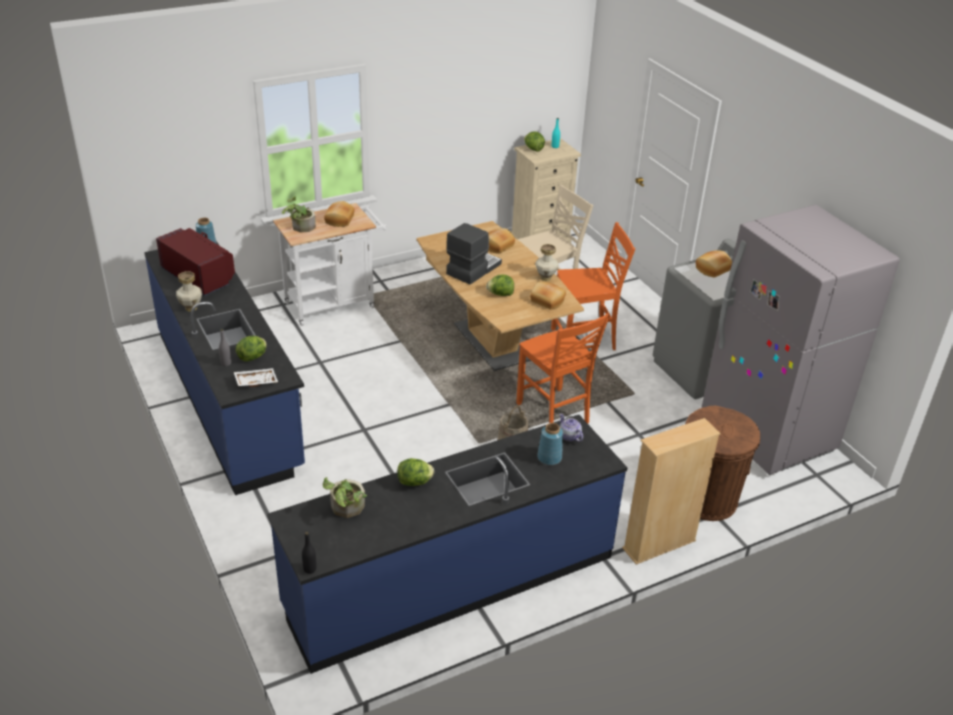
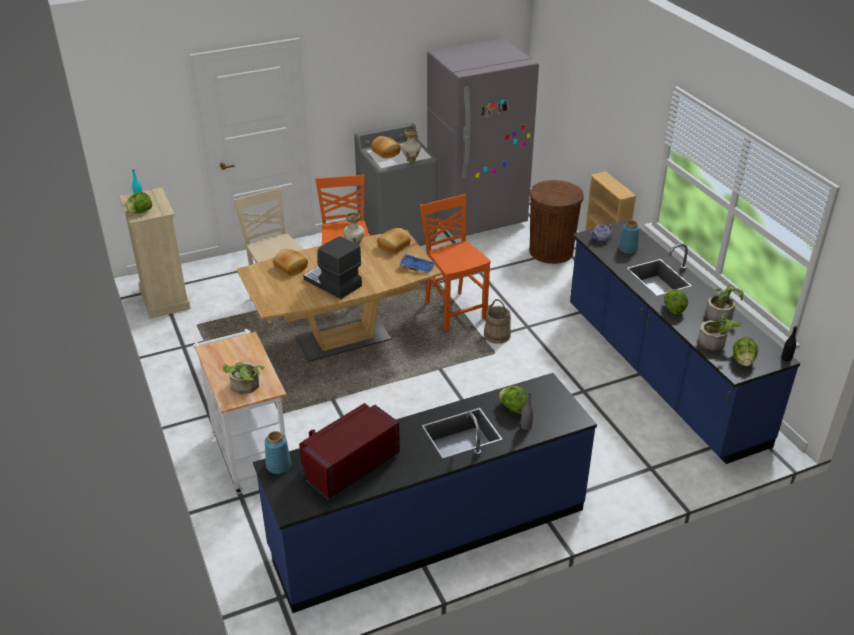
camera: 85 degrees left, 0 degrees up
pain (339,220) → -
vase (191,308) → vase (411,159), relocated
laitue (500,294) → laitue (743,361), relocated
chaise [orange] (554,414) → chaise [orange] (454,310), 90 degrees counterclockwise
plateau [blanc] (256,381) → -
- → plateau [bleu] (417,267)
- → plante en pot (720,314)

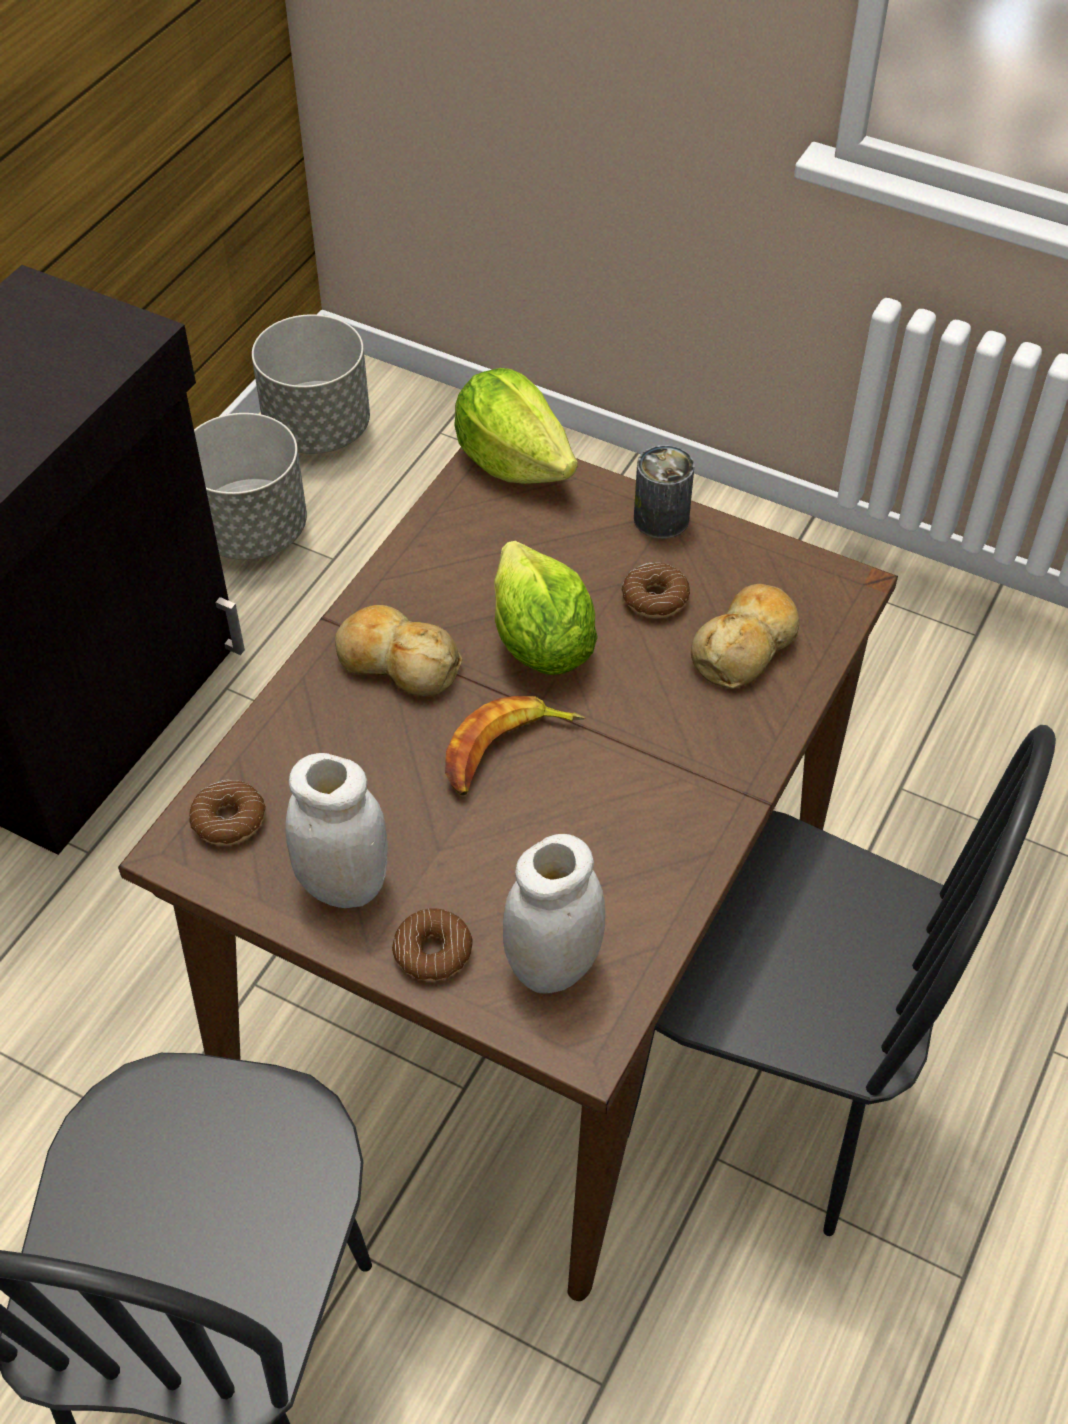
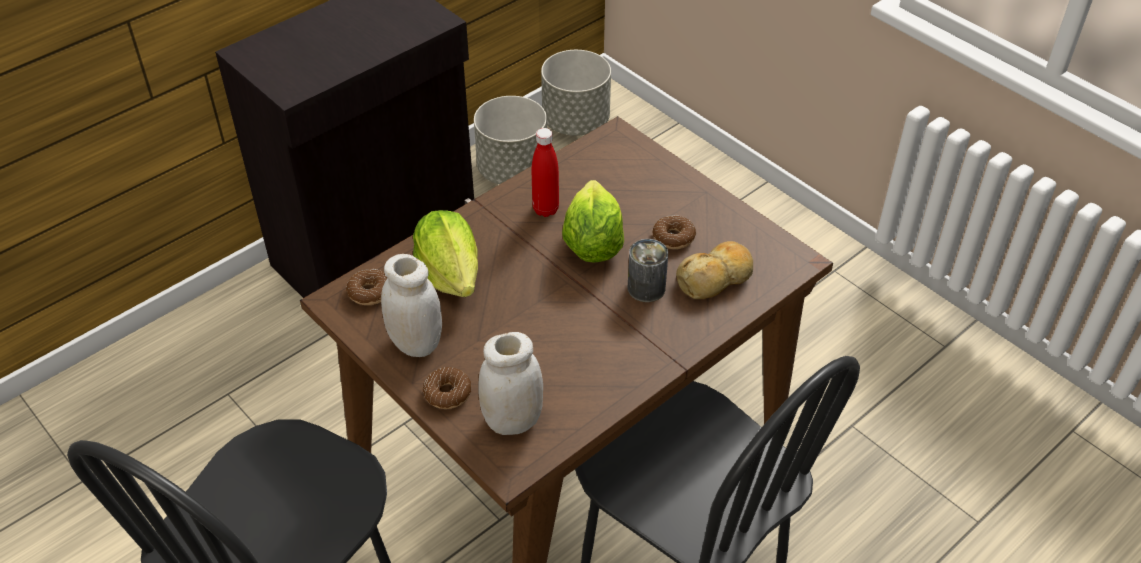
camera: 20 degrees right, 5 degrees down
laitue (513,461) → laitue (450,274), relocated
boîte métallique (661,518) → boîte métallique (646,288), relocated
pain (397,662) → -
banane (506,751) → -
- → bouteille [rouge] (545,209)

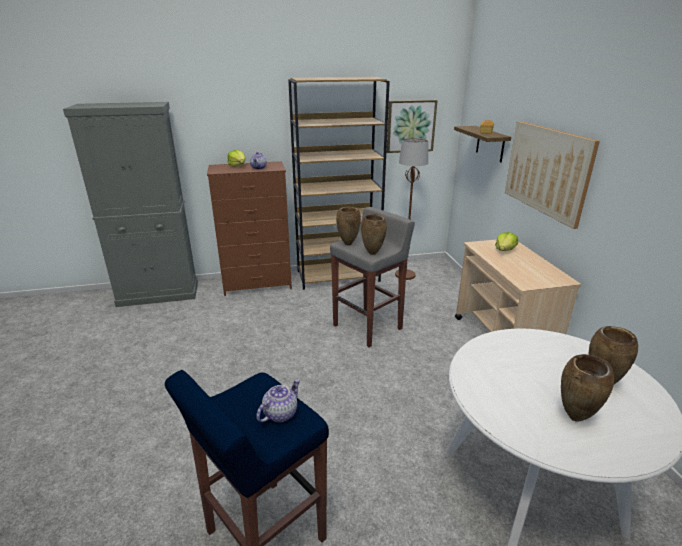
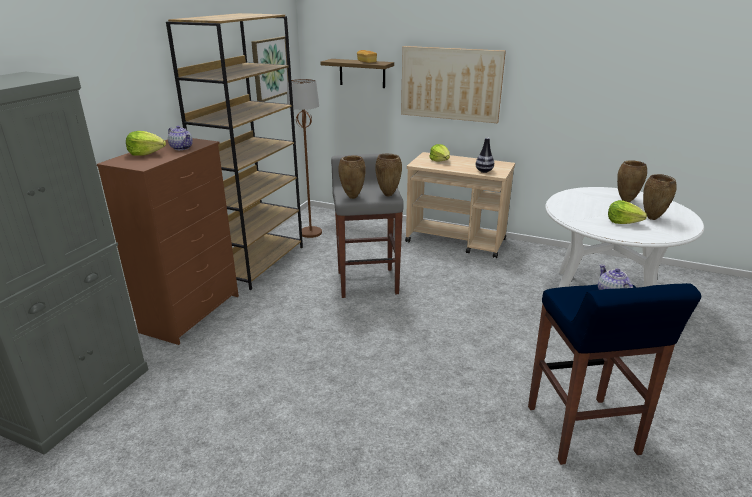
camera: 55 degrees left, 0 degrees up
- → vase (484,171)
- → laitue (623,222)

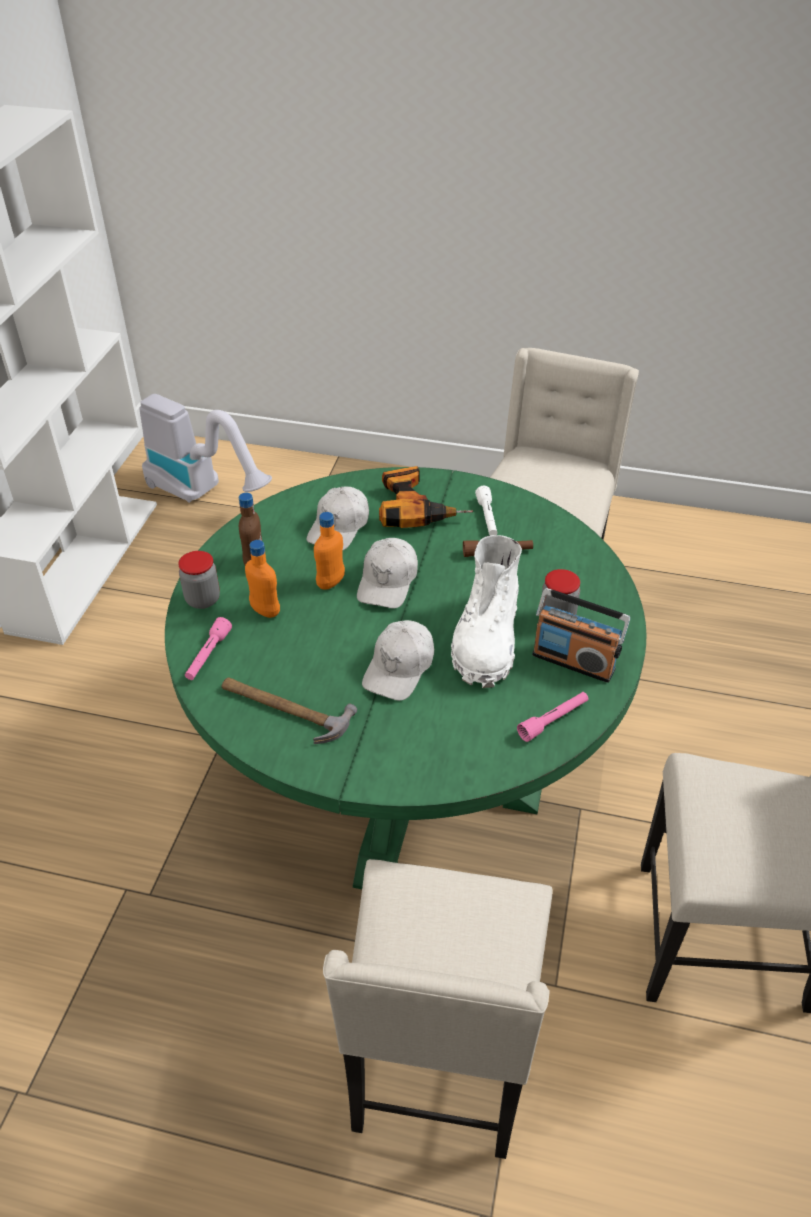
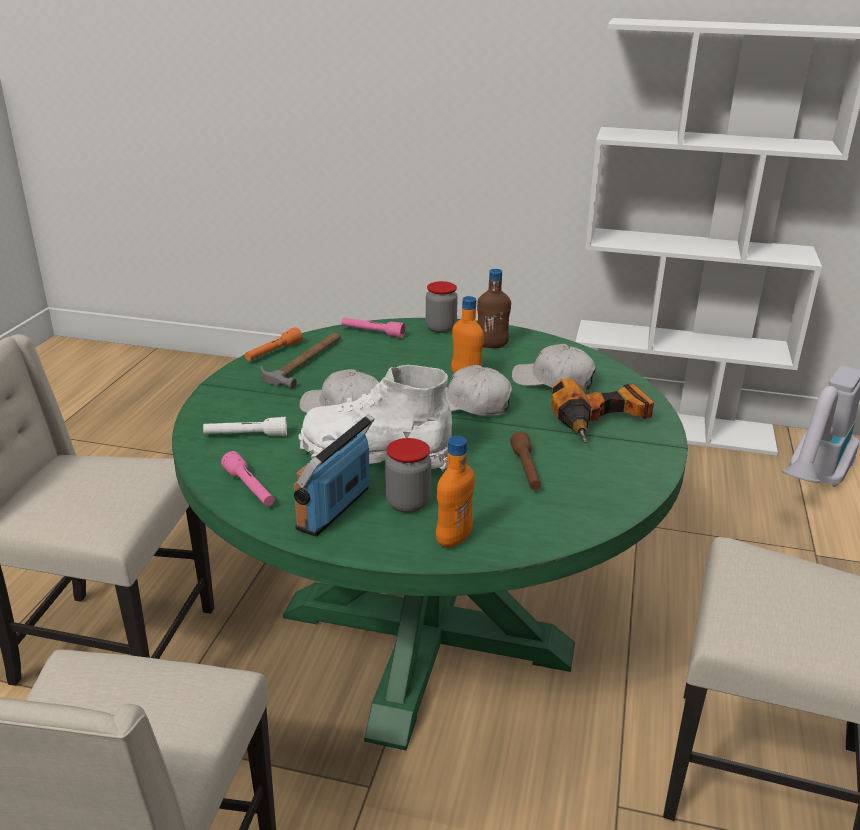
camera: 90 degrees right, 15 degrees down
lampe de poche [blanc] (487,518) → lampe de poche [blanc] (246,435), relocated
bouteille [orange] (265,611) → bouteille [orange] (453,539), relocated
- → lampe de poche [orange] (273,352)

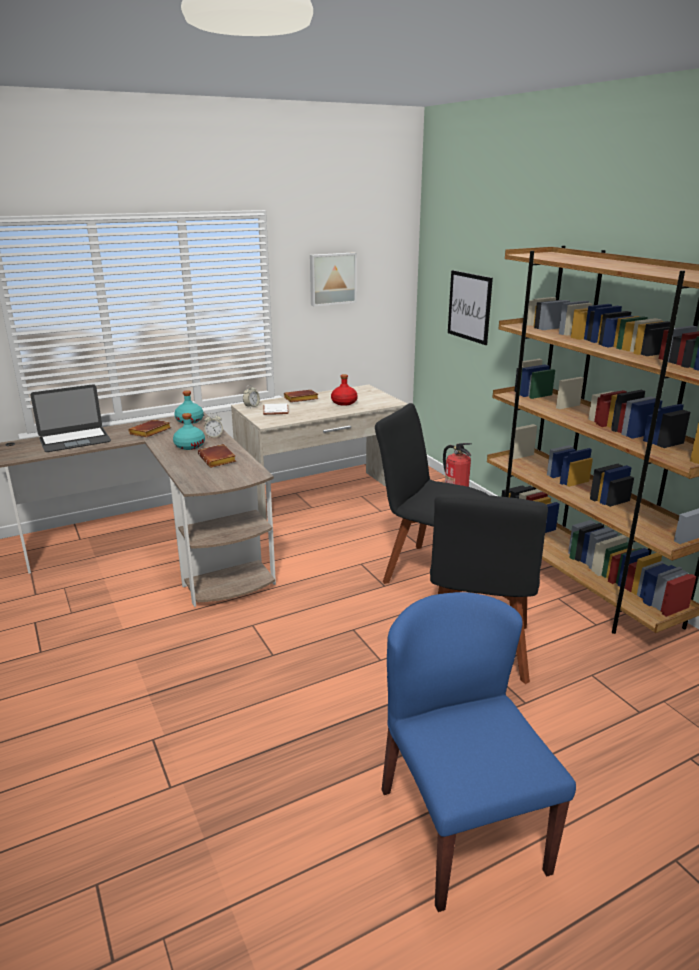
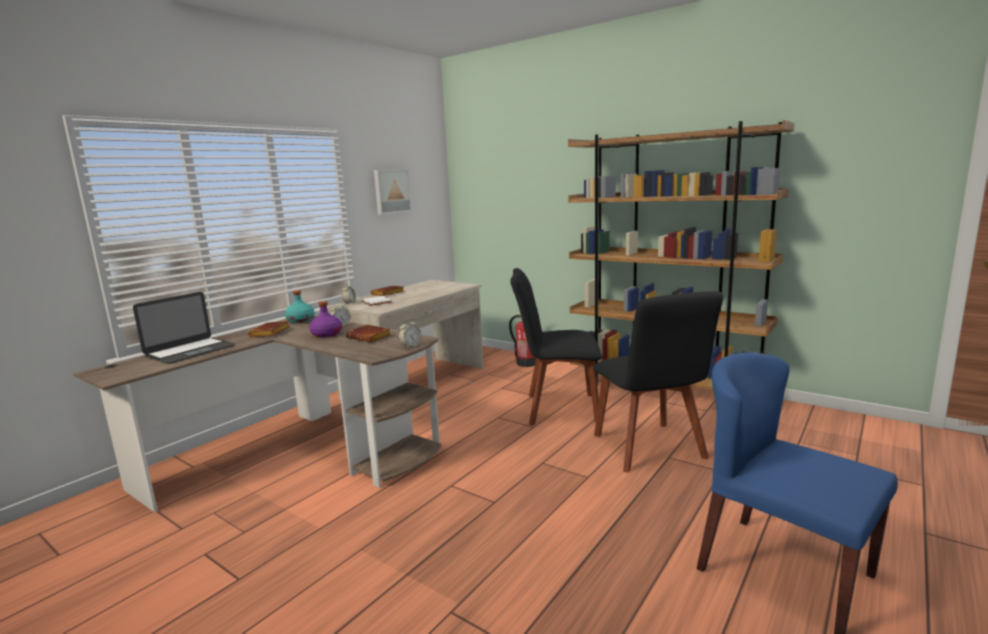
camera: 25 degrees left, 10 degrees down
tableau (469,306) → -
bouteille [rouge] (344,402) → -
bouteille [turquoise] (189,446) → bouteille [violet] (326,334)
- → réveil (411,346)

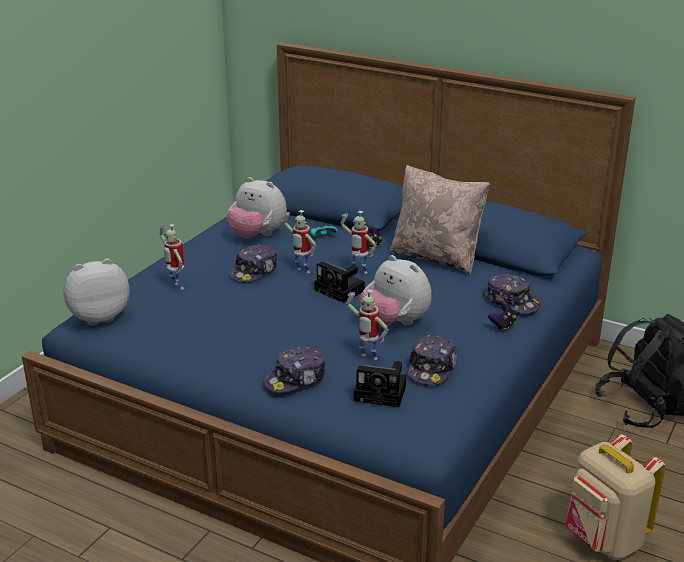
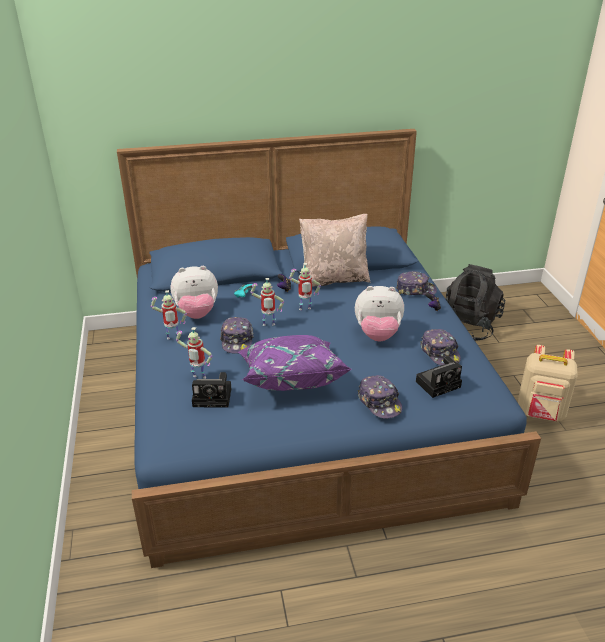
camera: 40 degrees left, 5 degrees up
peluche (99,316) → -
appareil photo (341,291) → appareil photo (214,397), relocated
robot jouet (367,358) → robot jouet (173,339), relocated
casquette (295,379) → casquette (379,402), 45 degrees counterclockwise
- → coussin [violet] (291,377)

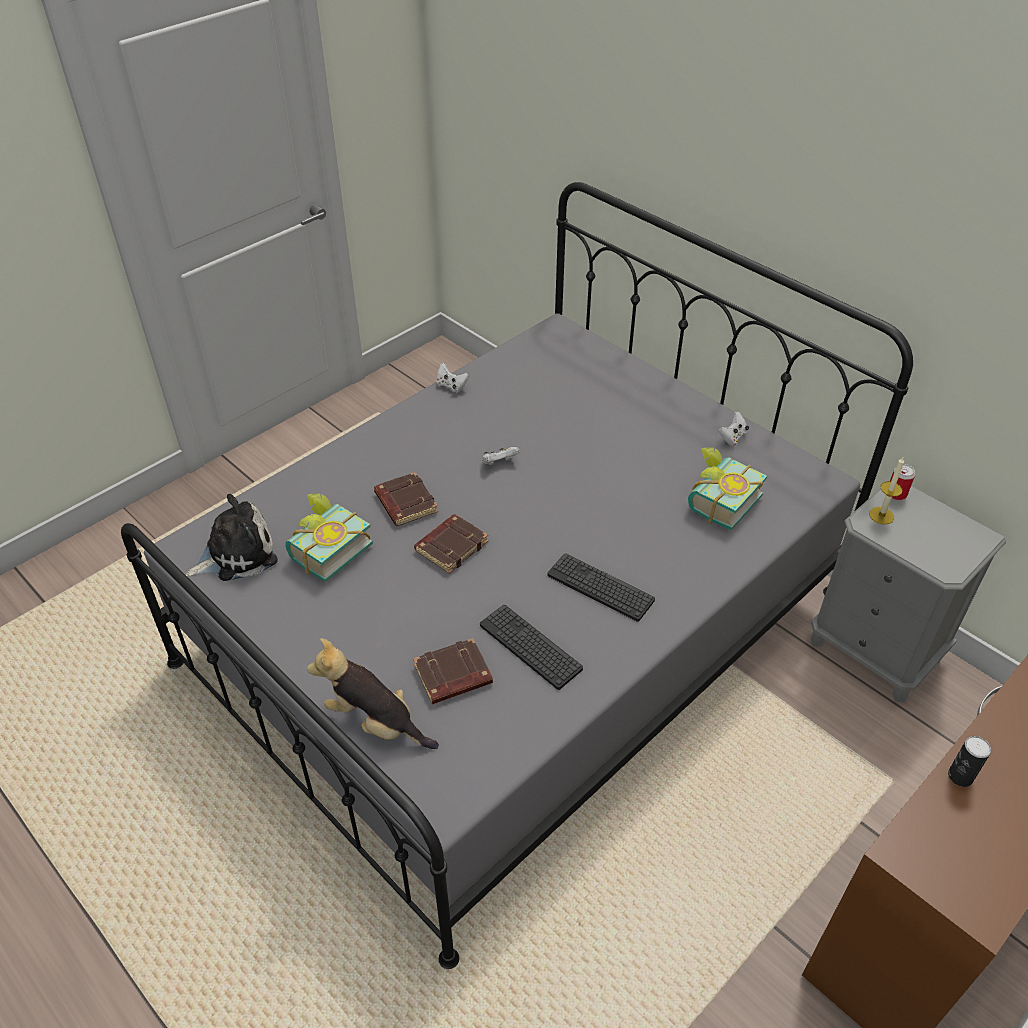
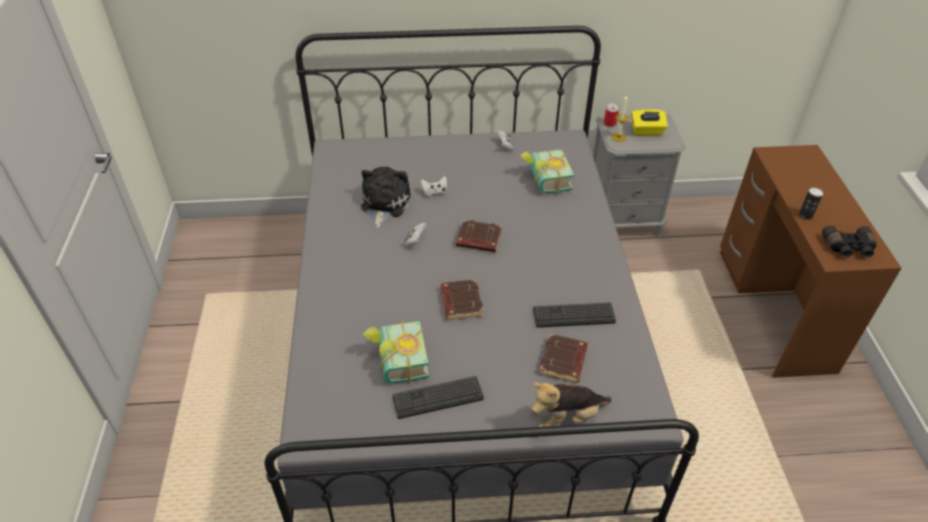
camera: 50 degrees left, 0 degrees up
manette [blanc] (451,386) → manette [blanc] (434,192), relocated
livre [marron] (405,503) → livre [marron] (478,239), relocated
peluche (236,554) → peluche (384,204), relocated
clavier (600,587) → clavier (438,398), relocated
- → boîte à mouchoirs [jaune] (646,131)
- → jumelles [noir] (848,248)

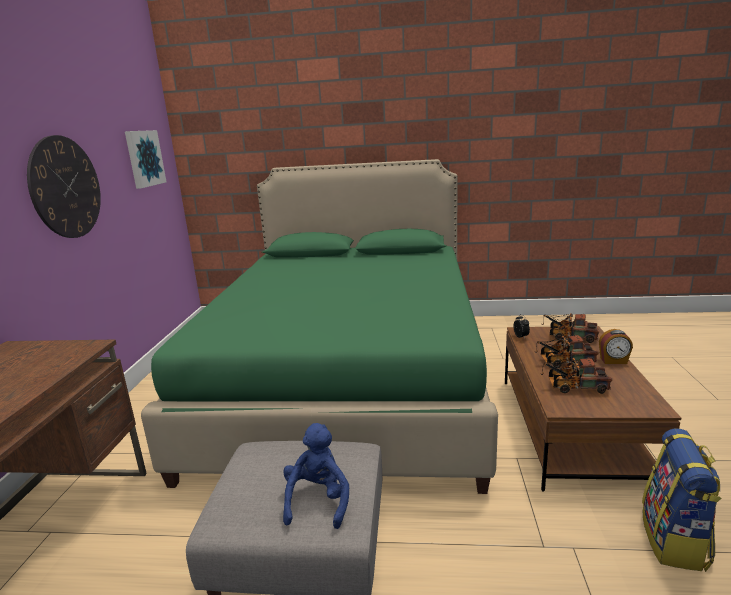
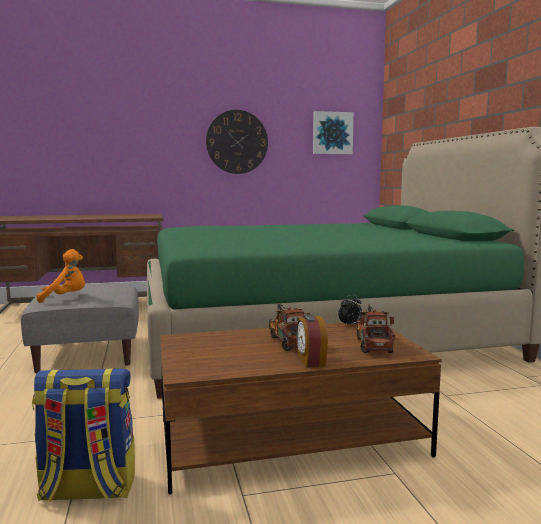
camera: 70 degrees right, 10 degrees down
camion jouet (573,387) → -
peluche [bleu] (318,501) → peluche [orange] (65,298)

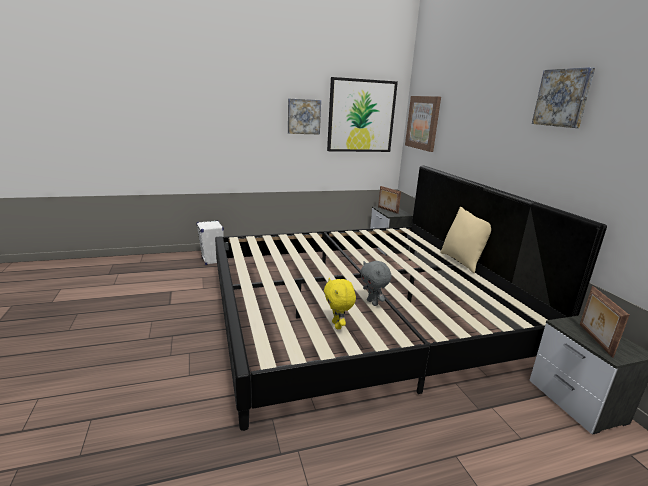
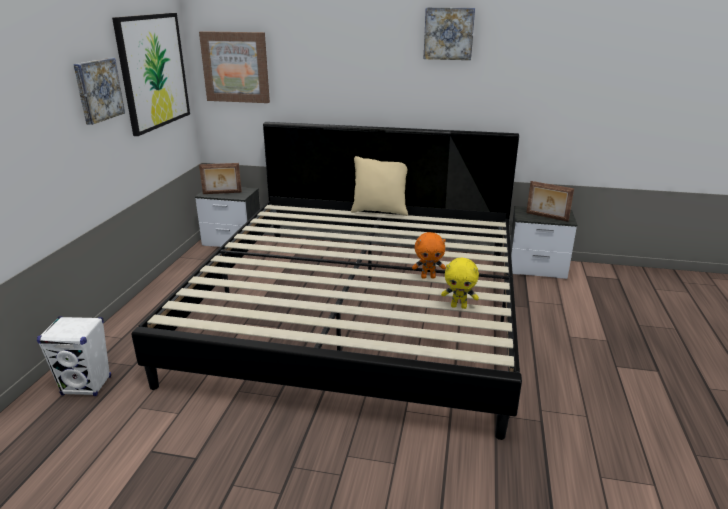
camera: 60 degrees left, 5 degrees up
peluche [gris] (373,303) → peluche [orange] (428,277)

